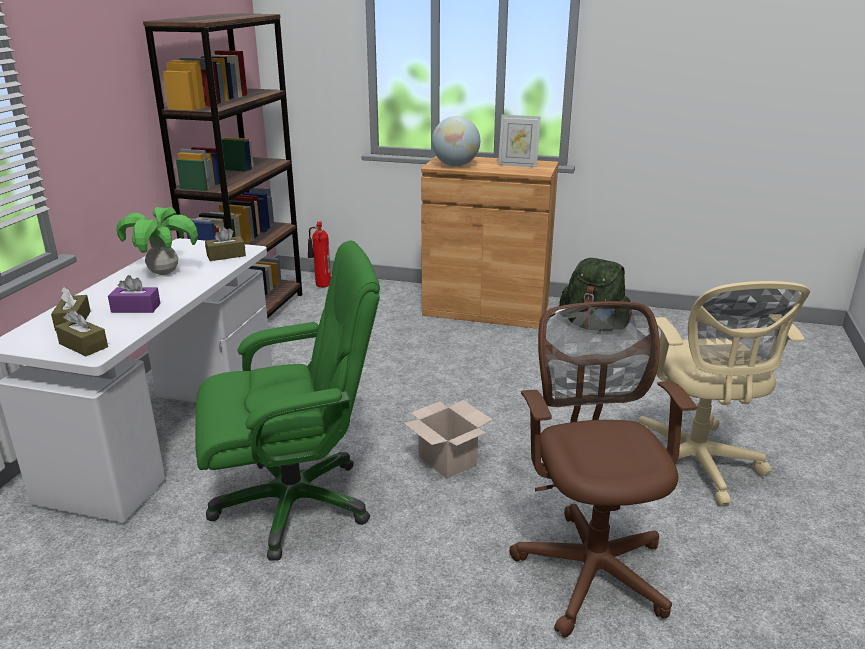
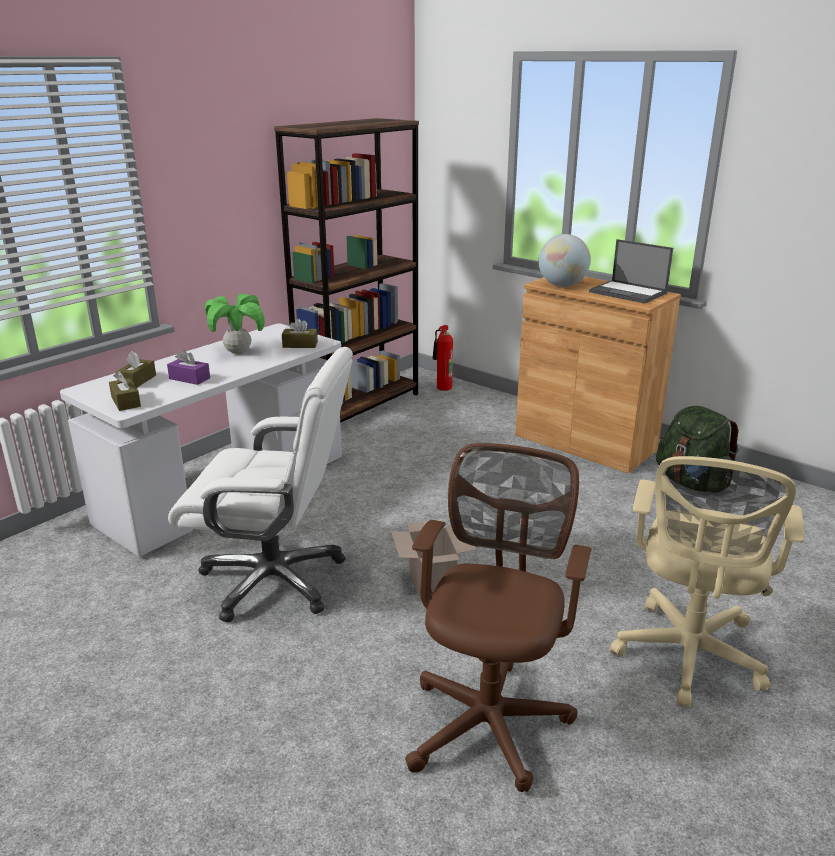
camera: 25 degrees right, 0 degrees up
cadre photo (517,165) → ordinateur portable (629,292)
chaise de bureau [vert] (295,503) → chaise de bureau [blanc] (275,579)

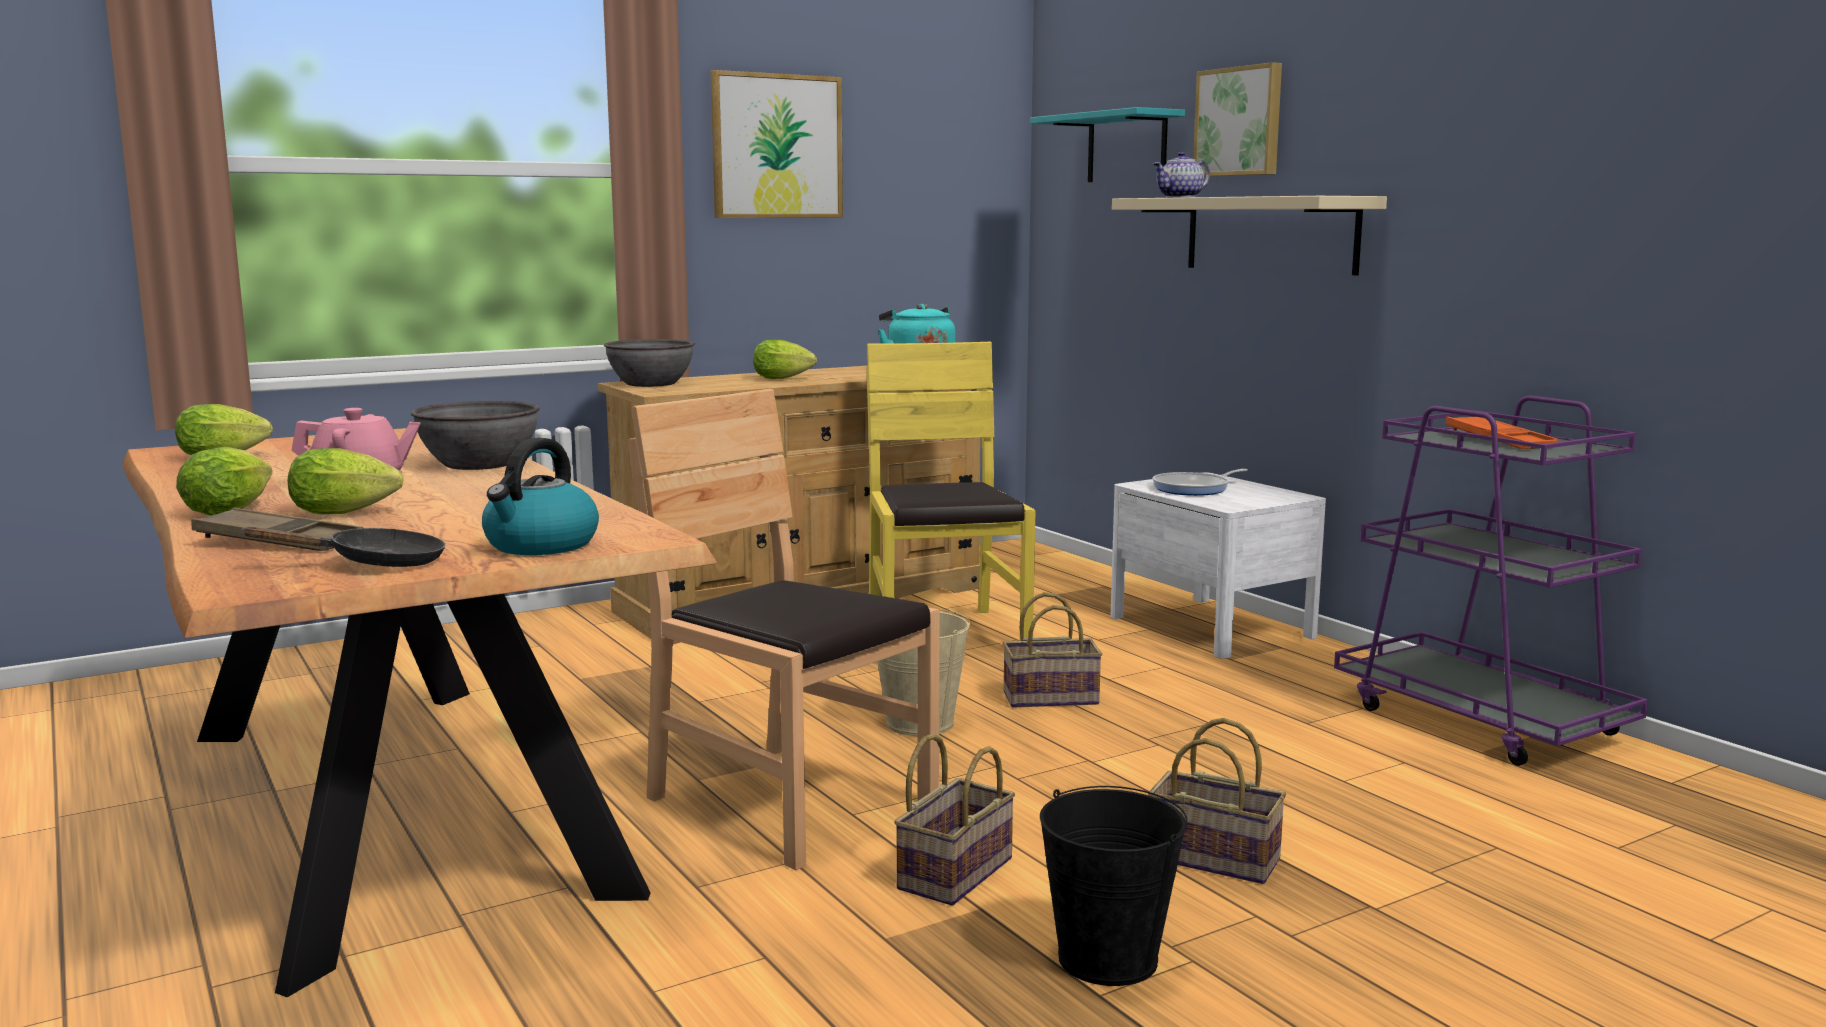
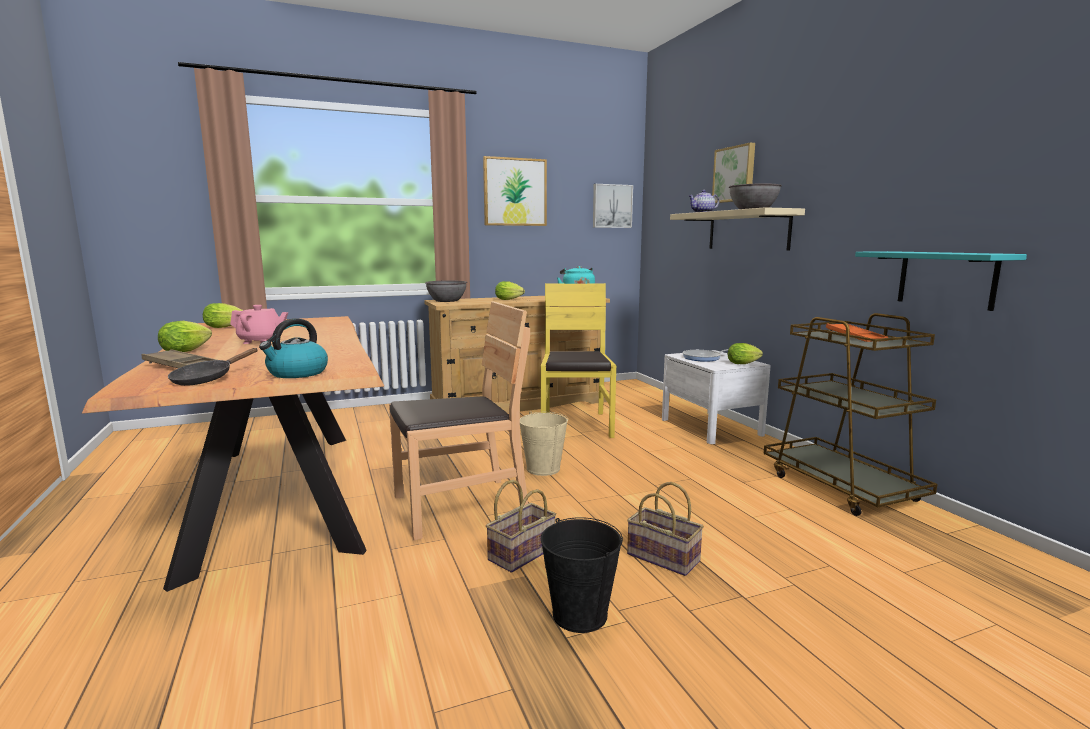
camera: 10 degrees right, 0 degrees up
étagère [turquoise] (1127,148) → étagère [turquoise] (946,279), relocated
chaise [marron] (789,802) → chaise [marron] (459,506), 105 degrees clockwise
chariot [violet] (1480,720) → chariot [marron] (841,487)
bol [gris] (479,464) → bol [gris] (753,209), relocated
laitue (349,513) → laitue (744,364), relocated
poêle [noir] (375,563) → poêle [noir] (207,379), 120 degrees clockwise
panier (1052,697) → -
- → tableau (611,206)

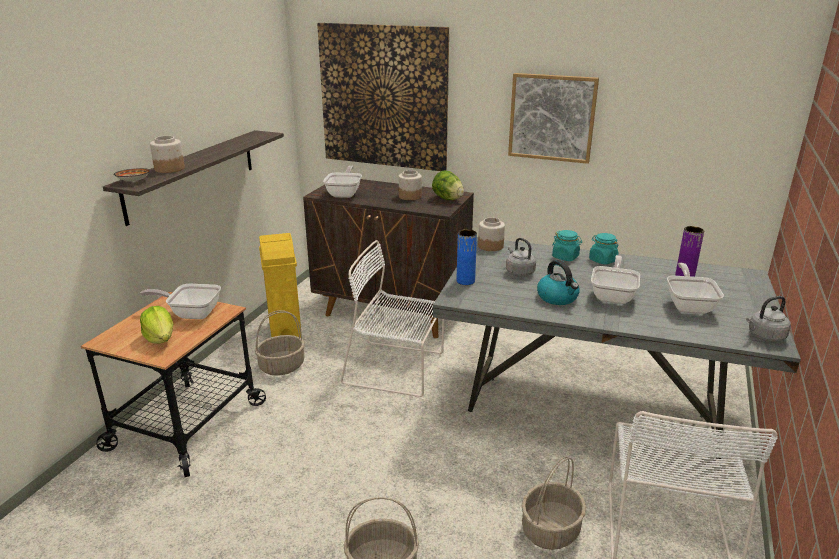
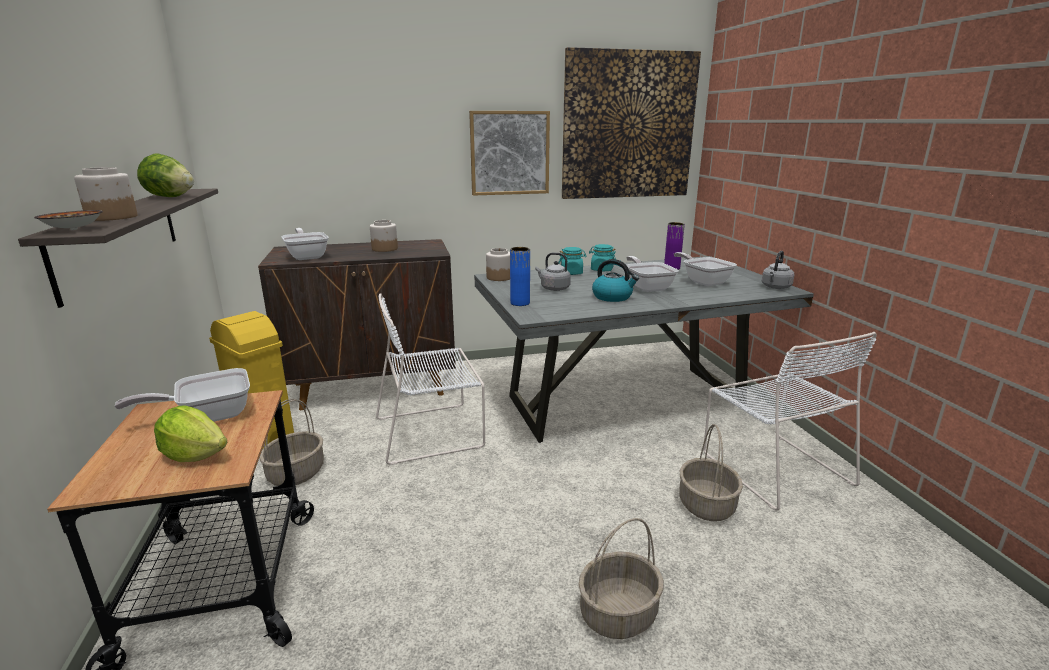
camera: 35 degrees left, 5 degrees down
tableau (384,97) → tableau (628,126), relocated
laitue (447,199) → laitue (170,197), relocated

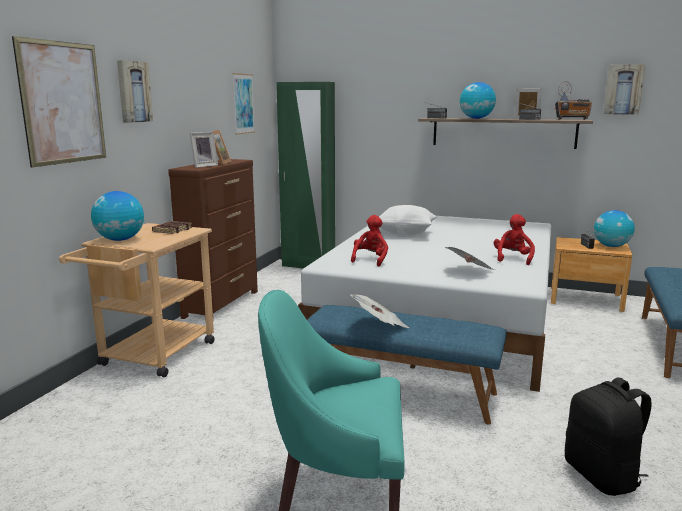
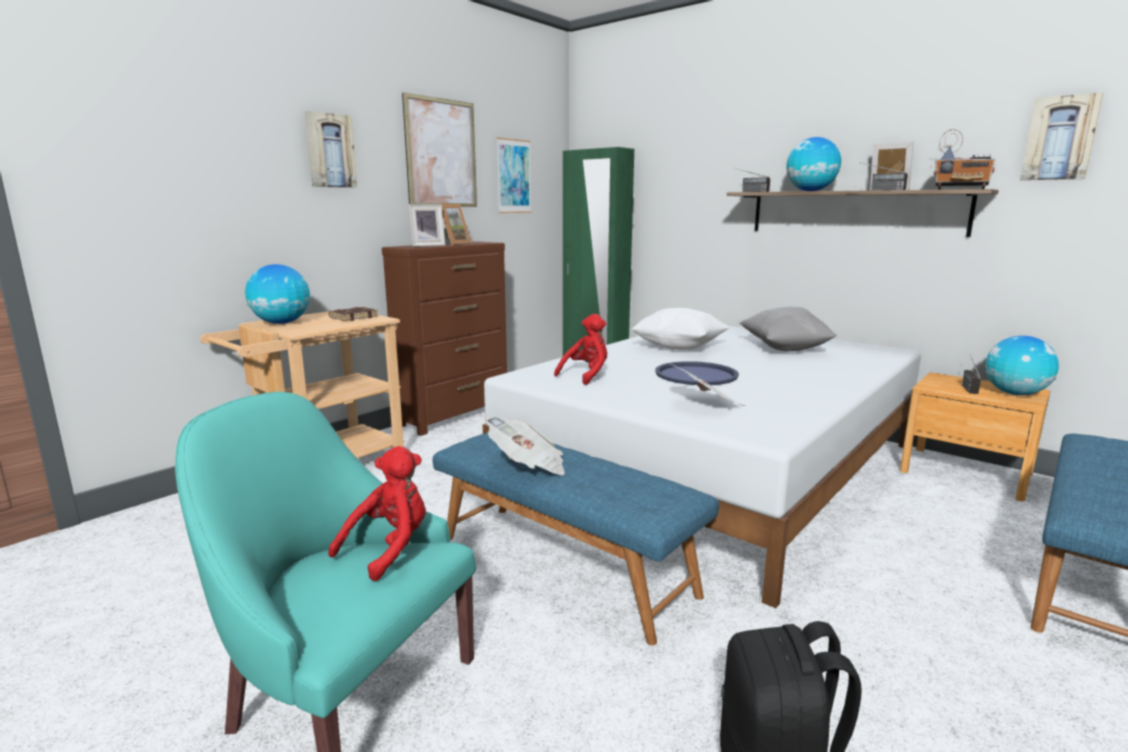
camera: 20 degrees right, 0 degrees up
tableau (63,103) → tableau (441,153), relocated
peluche [rouge] (512,258) → peluche [rouge] (389,549), relocated
- → coussin [gris] (784,348)
- → plateau [bleu] (696,375)

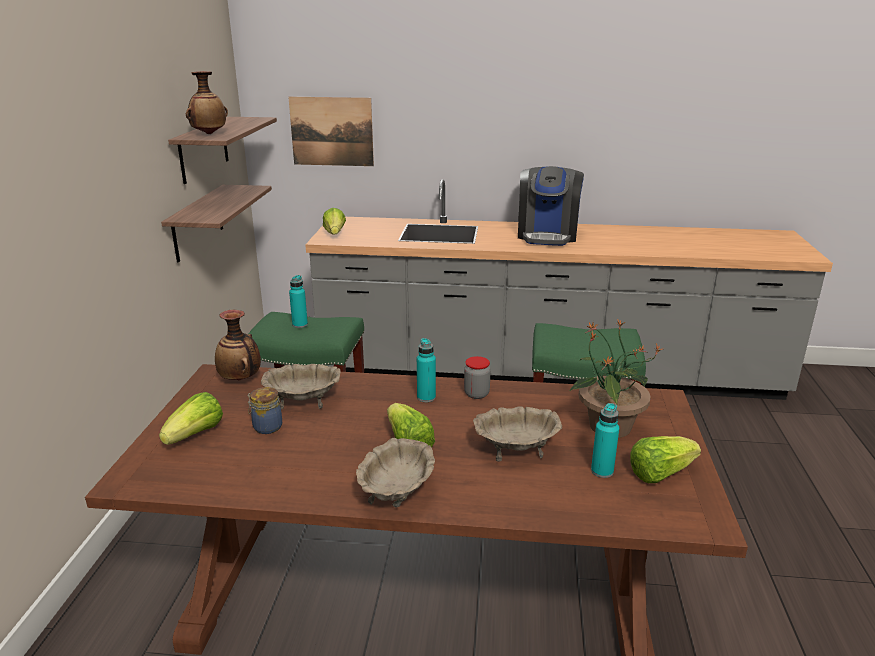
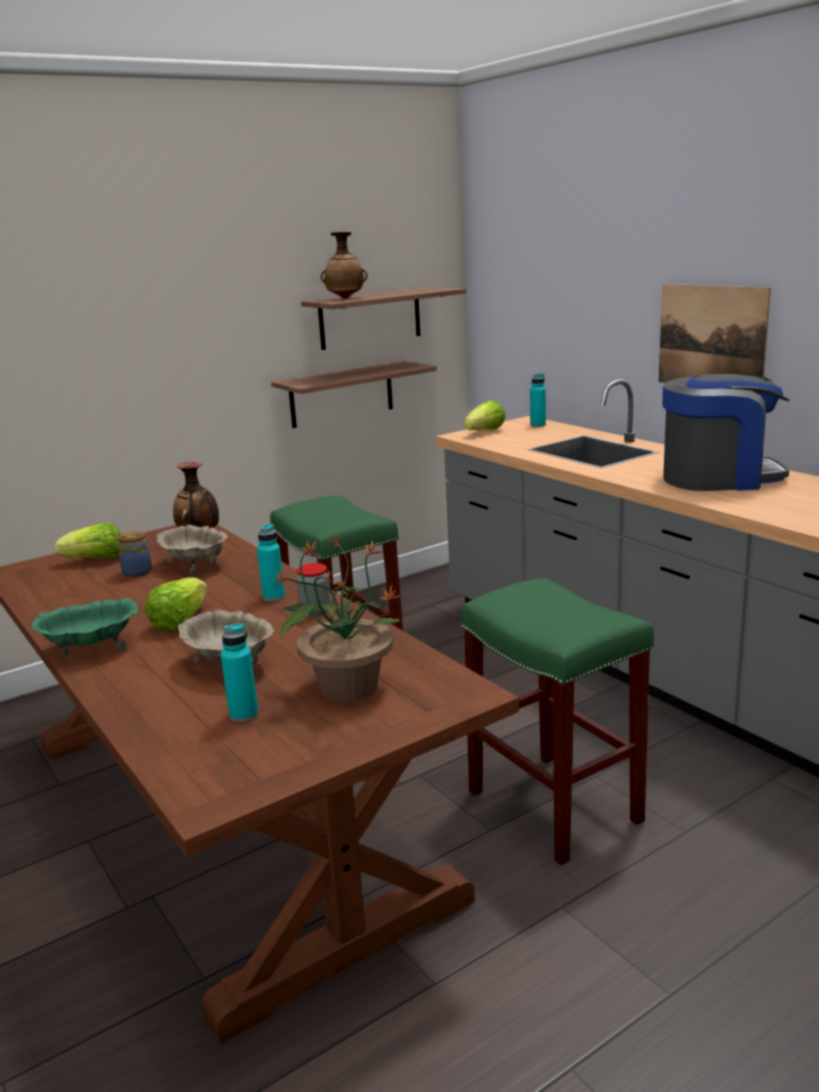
camera: 50 degrees right, 5 degrees down
tableau (331,131) → tableau (711,338), relocated
machine à café (547,235) → machine à café (719,478), 150 degrees counterclockwise
bouteille [turquoise] (300,325) → bouteille [turquoise] (538,425), relocated
laitue (660,473) → -
bol [beige] (397,493) → bol [vert] (91,649)

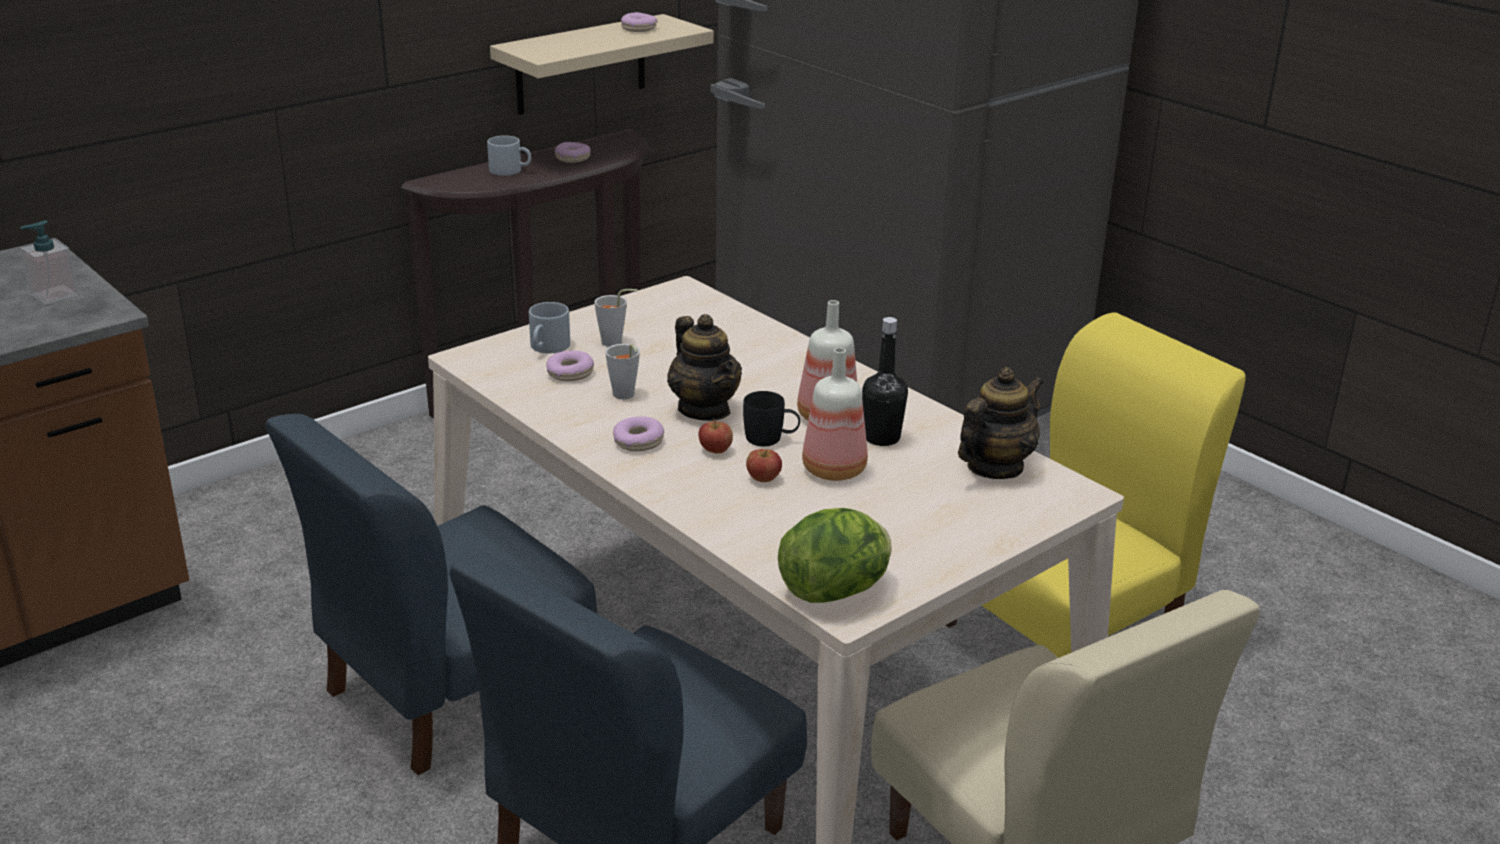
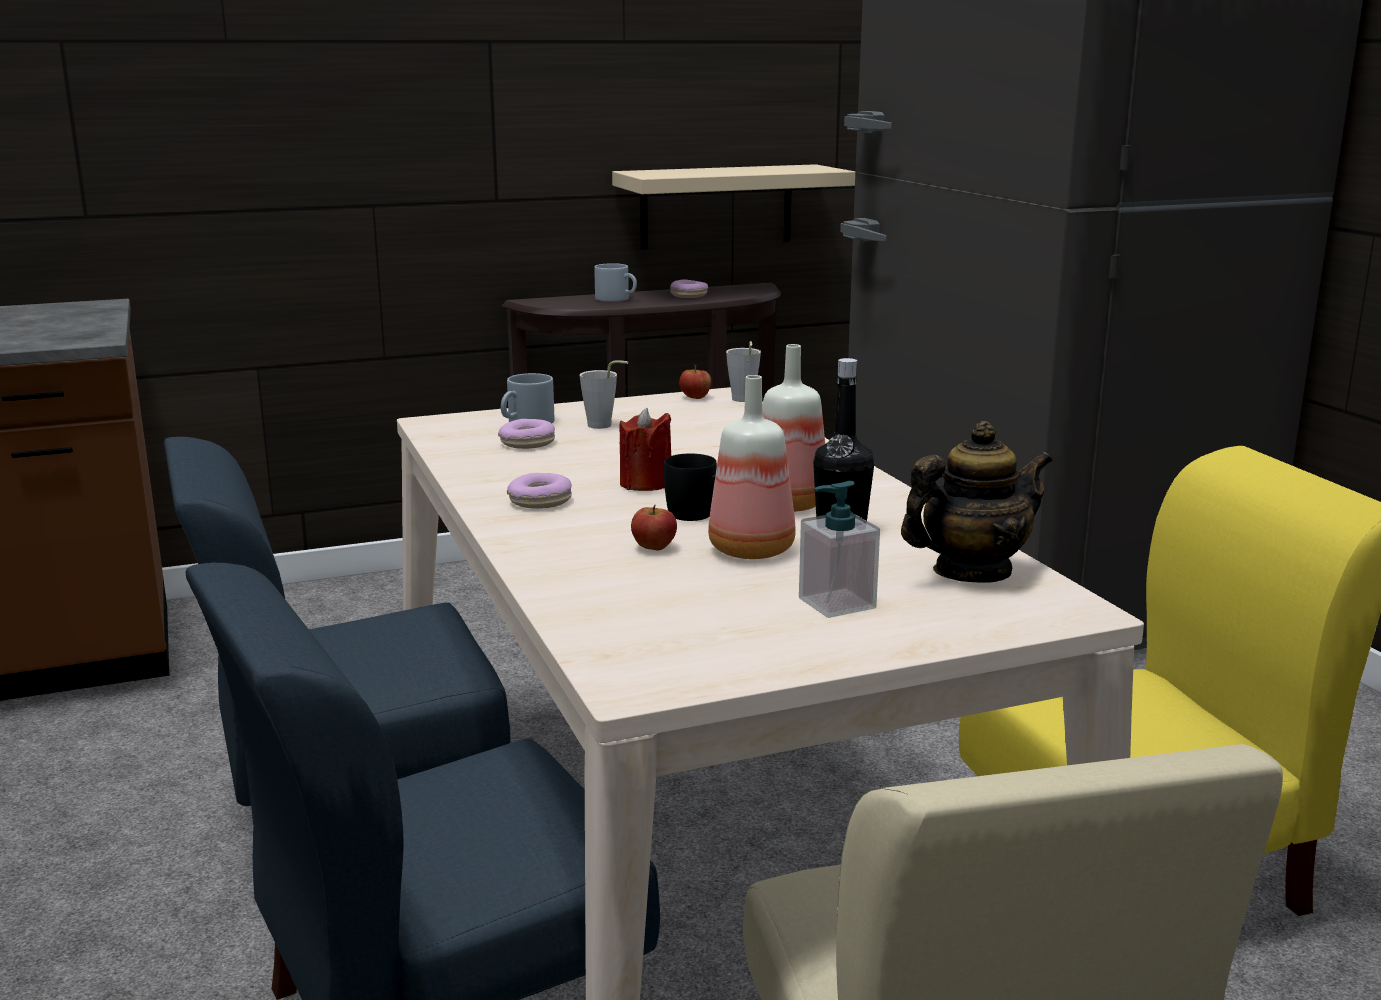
camera: 20 degrees right, 10 degrees down
beignet (639,28) → -
distributeur de savon (54,295) → distributeur de savon (836,603), relocated
théière (704,409) → bougie [rouge] (646,484)
tasse [gris] (625,396) → tasse [gris] (743,400), relocated
pomme (715,450) → pomme (695,397), relocated
laitue (836,591) → -

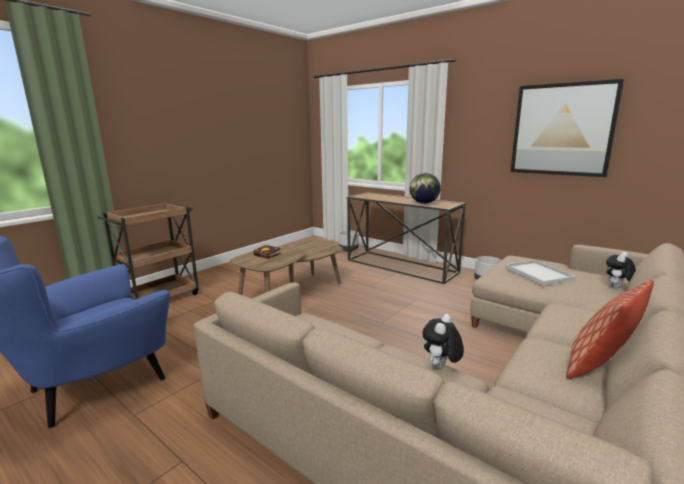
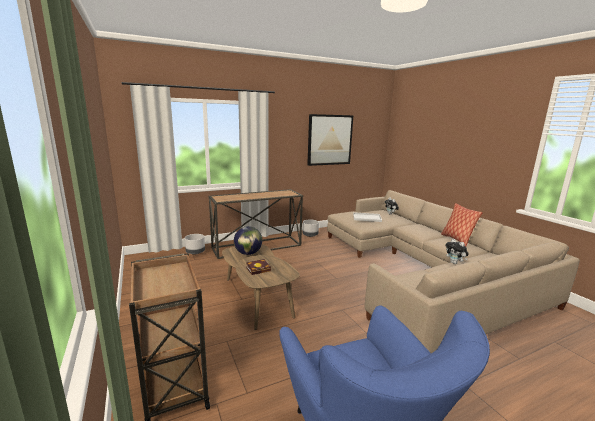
camera: 65 degrees left, 0 degrees up
globe (424,203) → globe (248,253), relocated

